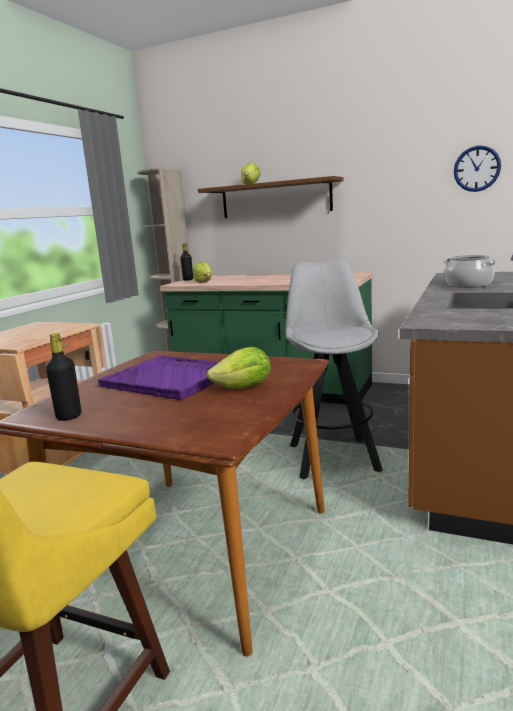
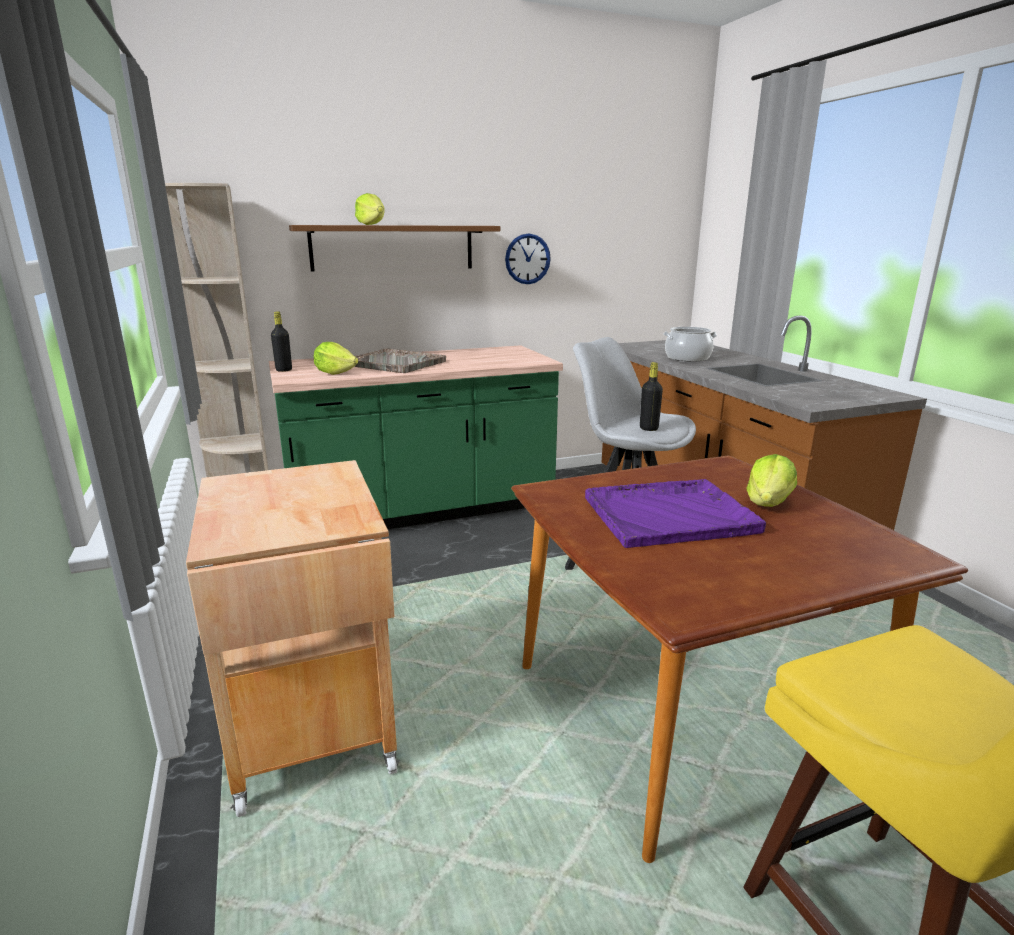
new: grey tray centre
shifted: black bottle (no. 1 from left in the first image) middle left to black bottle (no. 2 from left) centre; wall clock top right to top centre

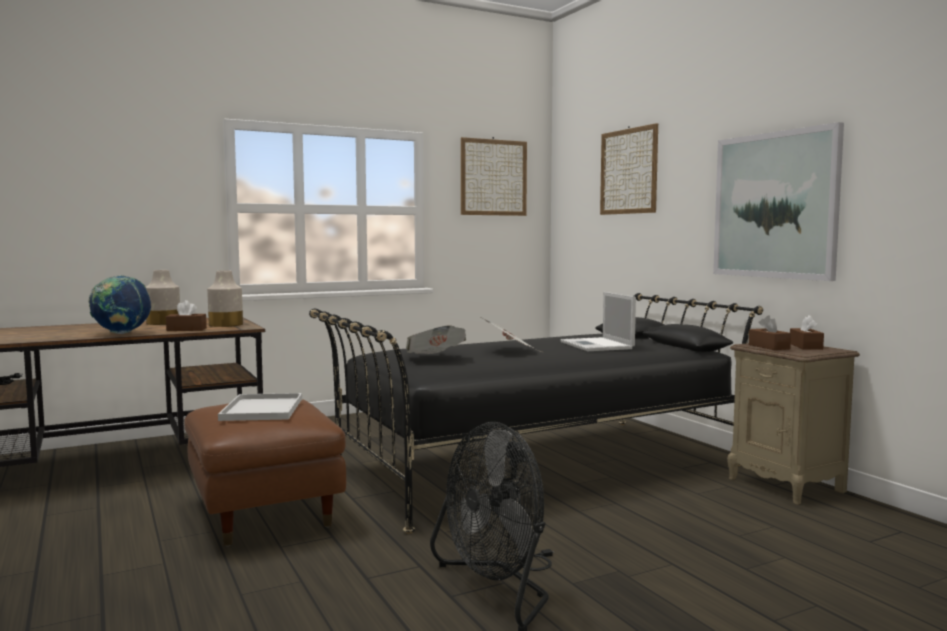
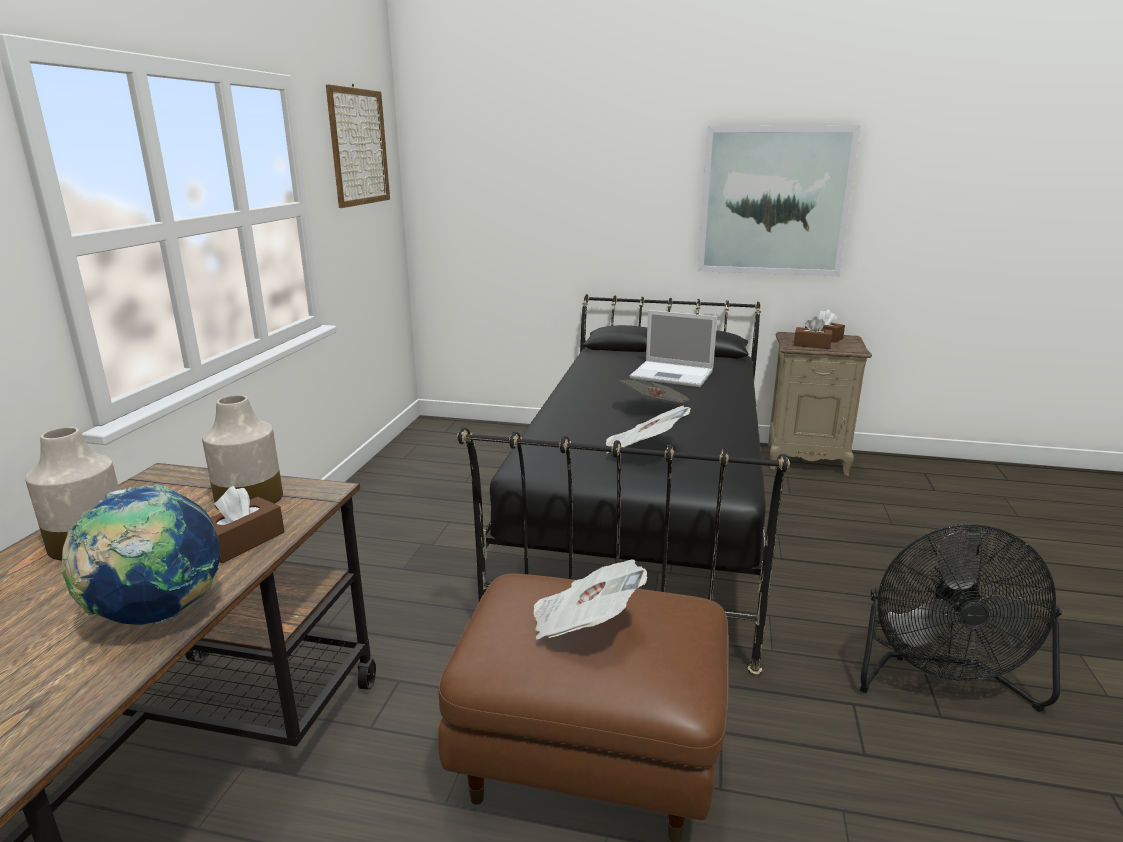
gone: picture (no. 2 from left) top centre
swapped: white tray middle left to newspaper (no. 1 from left) bottom centre

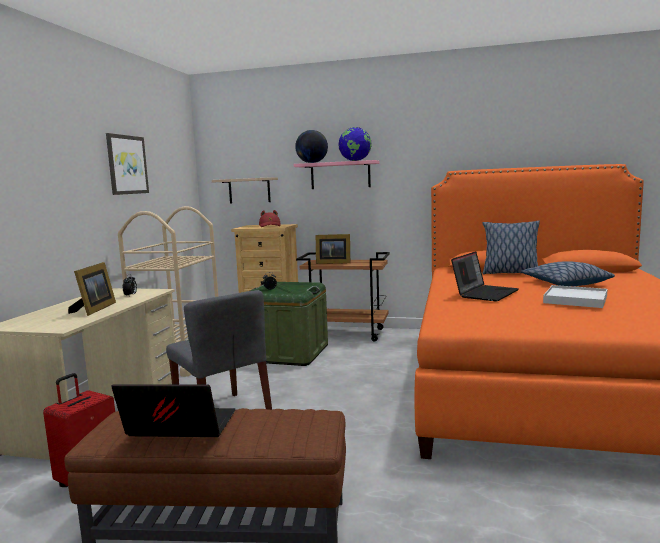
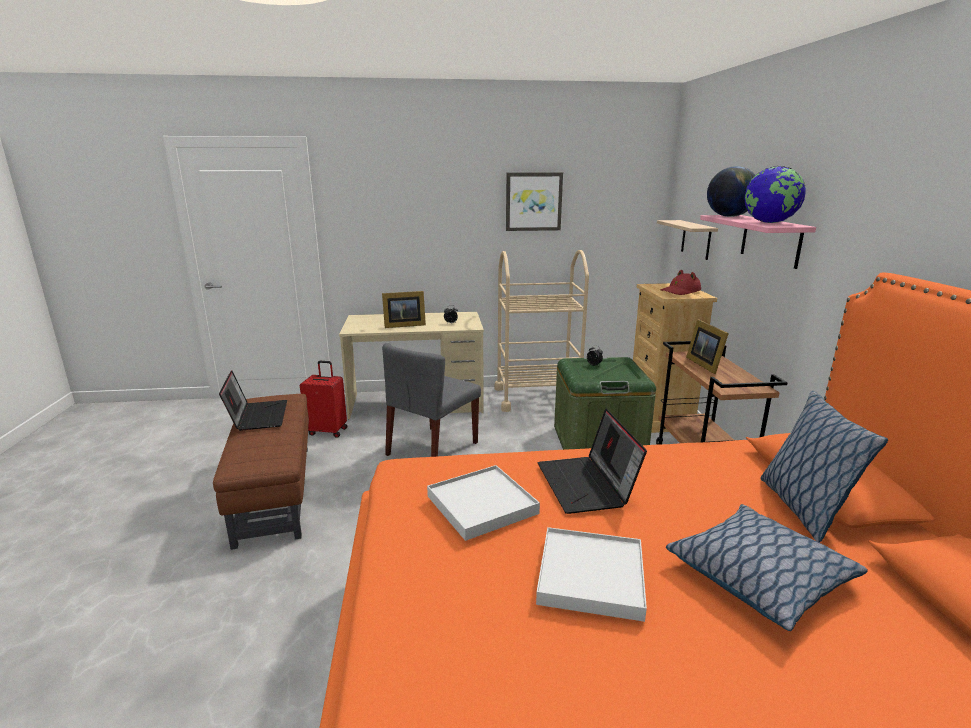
new: white tray (no. 1 from left) bottom centre
rotated: laptop (no. 2 from left) middle right = centre 60 degrees clockwise

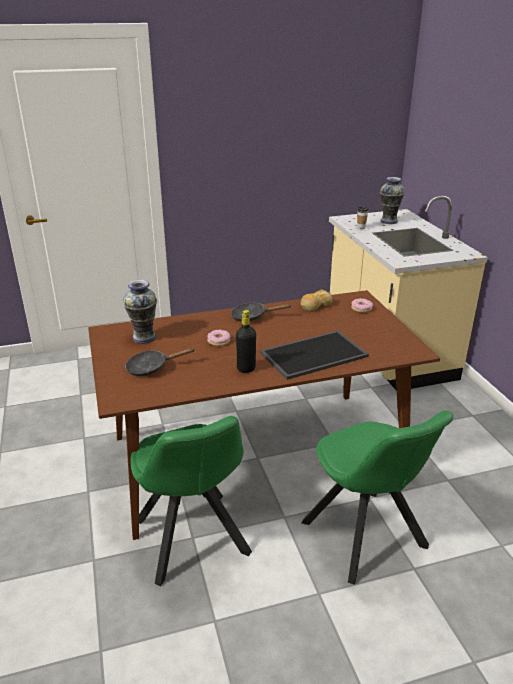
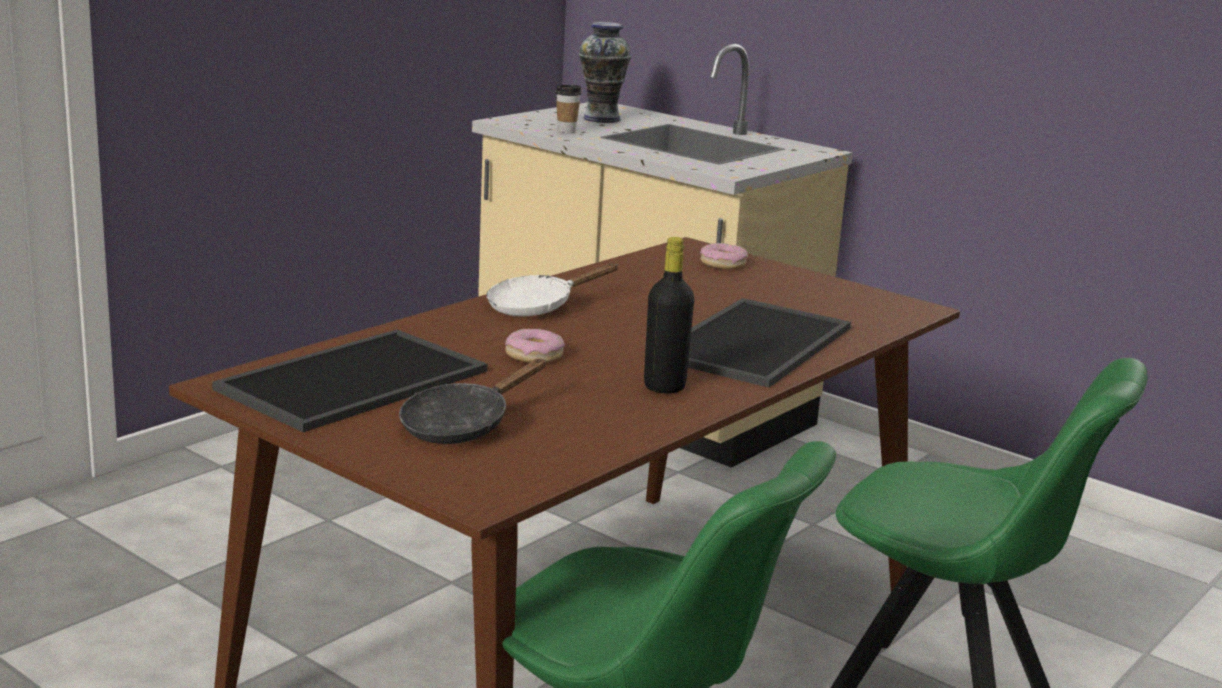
gone: bread centre
swapped: vase (no. 1 from left) middle left to tray (no. 1 from left) middle left
repainted: black frying pan (no. 2 from left) centre to white frying pan centre

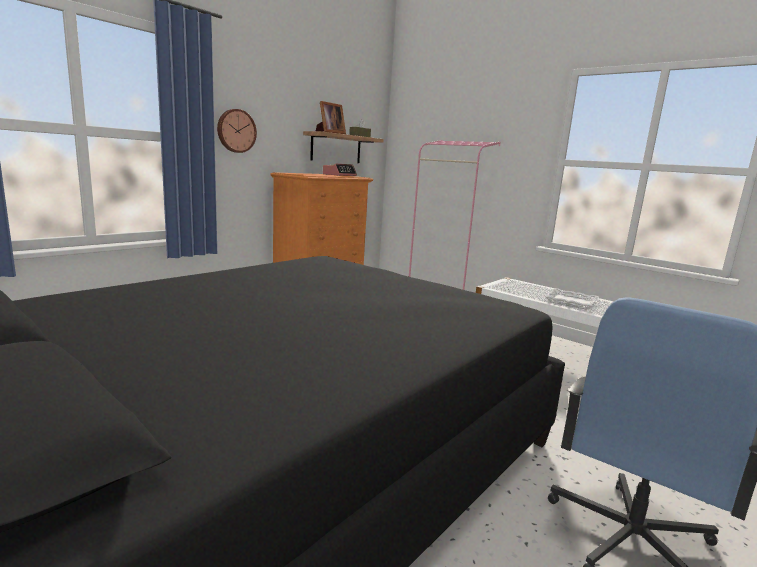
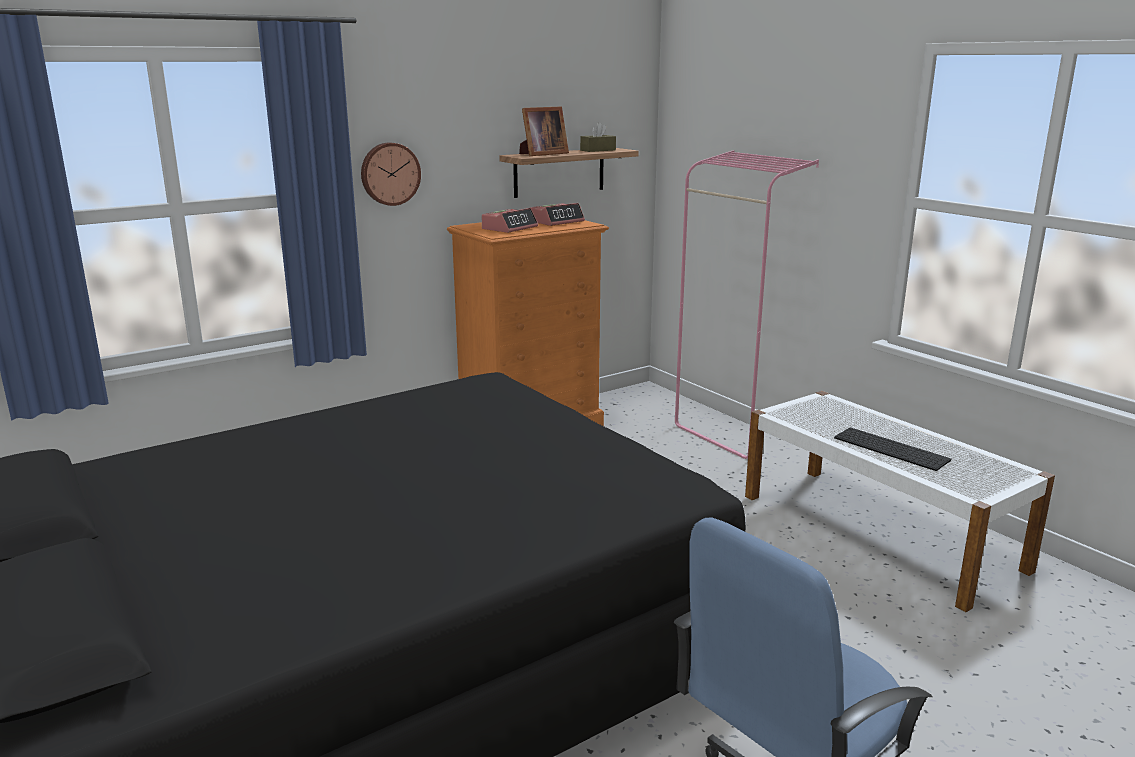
new: alarm clock (no. 1 from left) top centre
swapped: white tray middle right to keyboard middle right

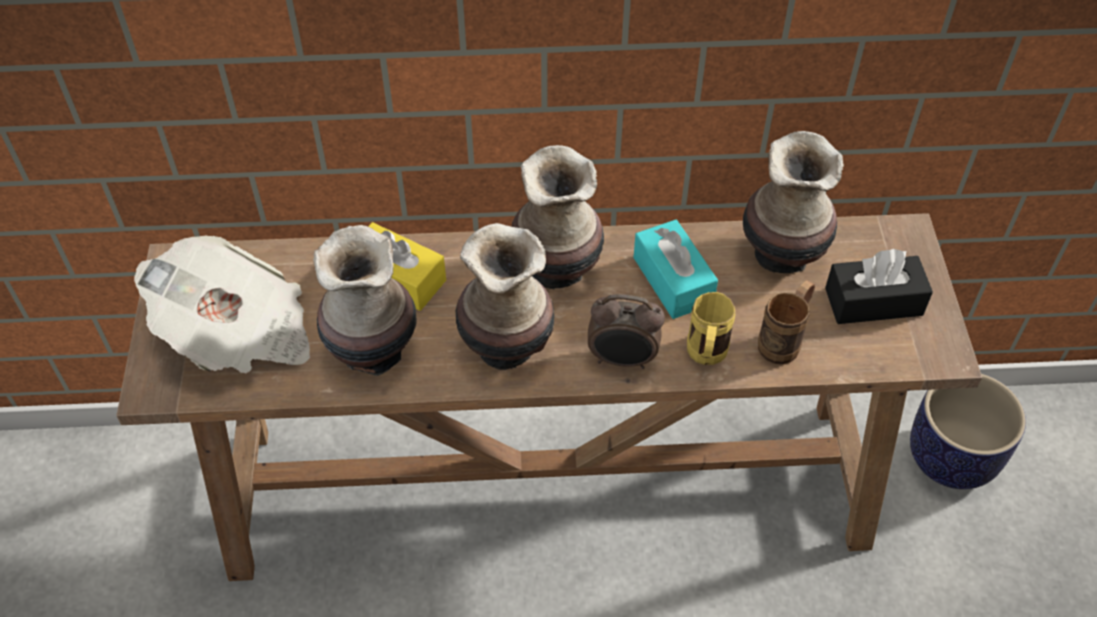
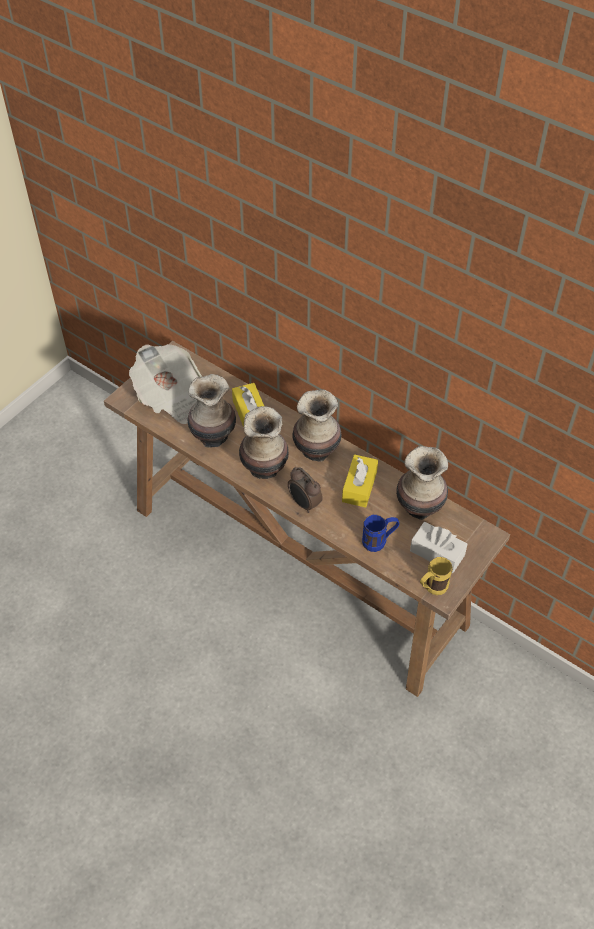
gone: planter bottom right
shifted: yellow mug centre to middle right
repainted: turquoise tissue box centre to yellow tissue box (no. 2 from left) centre; brown mug middle right to blue mug centre; black tissue box middle right to white tissue box middle right

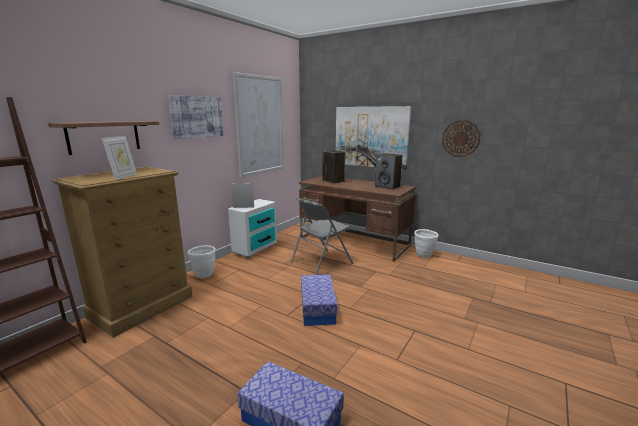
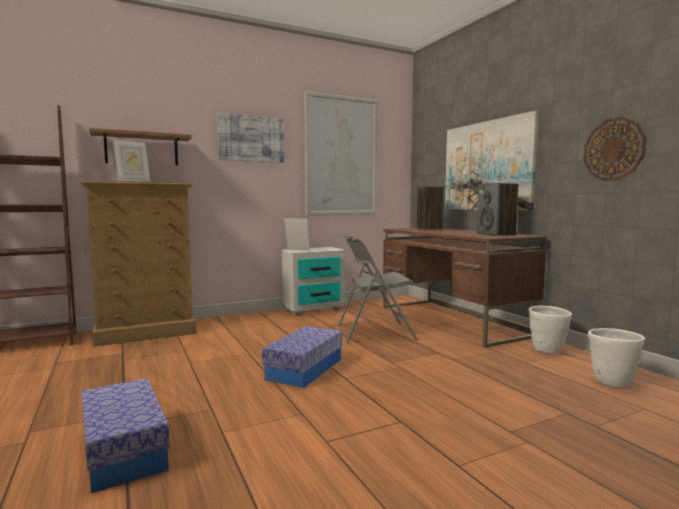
shifted: white planter (no. 1 from left in the first image) middle left to white planter (no. 2 from left) bottom right

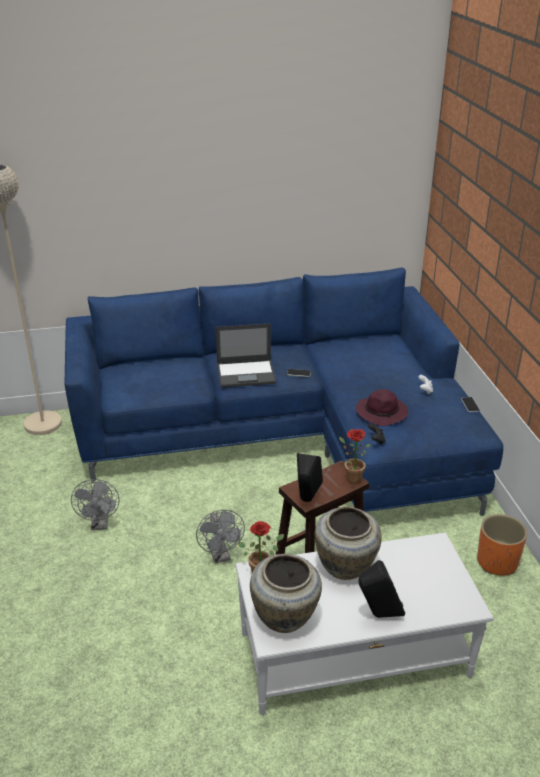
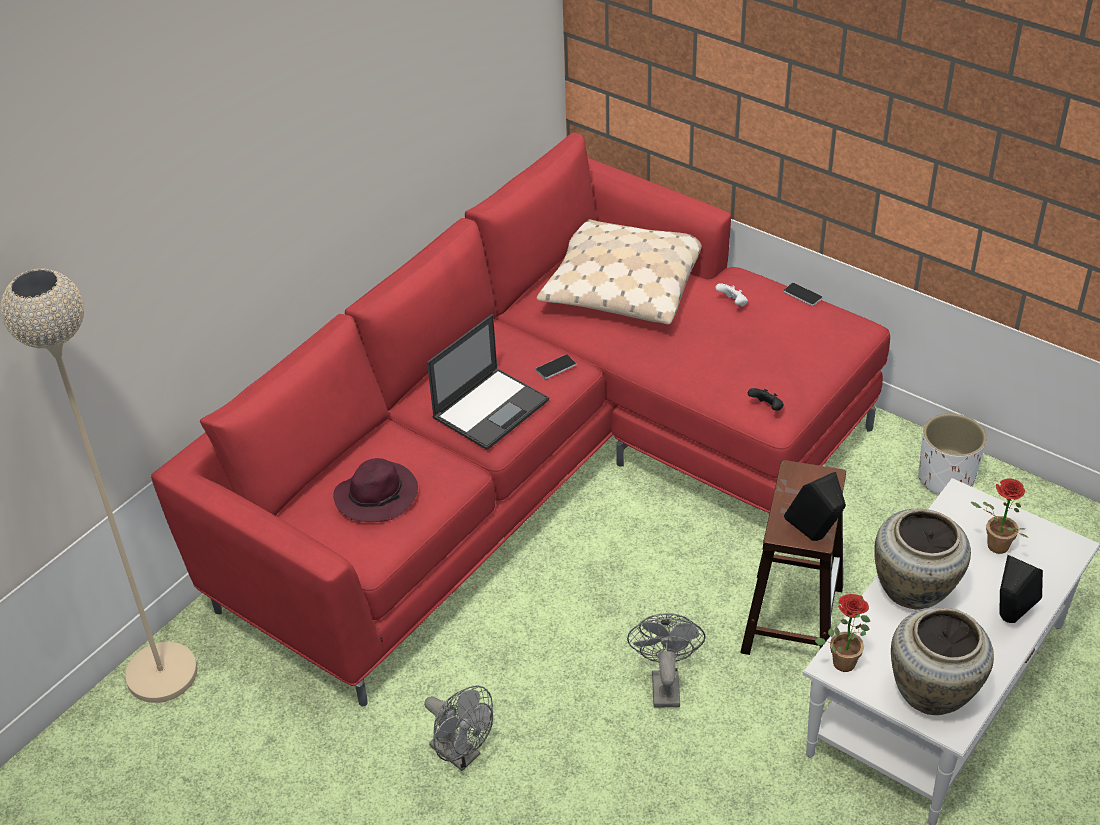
new: beige pillow top centre
shifted: potted plant (no. 2 from left) centre to middle right; purple hat middle right to centre
repainted: blue sofa centre to red sofa centre; orange planter bottom right to white planter middle right
rotated: grey fan (no. 2 from left) bottom centre = bottom centre 120 degrees counterclockwise

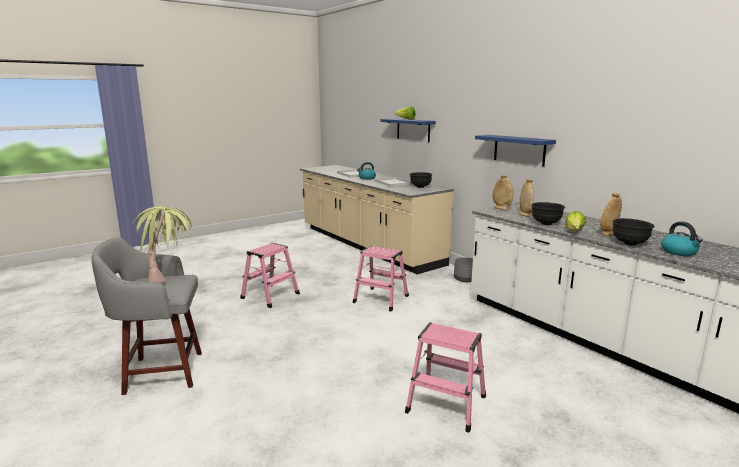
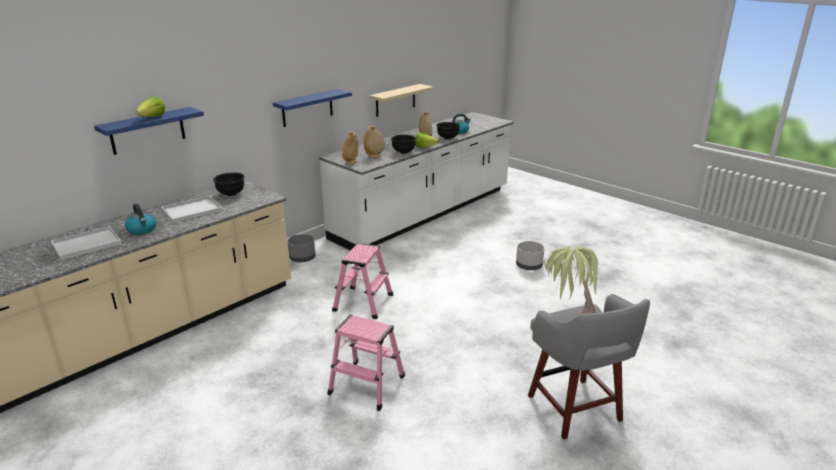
new: beige shelf top centre
swapped: pink step ladder (no. 3 from left) bottom centre to grey planter (no. 2 from left) centre

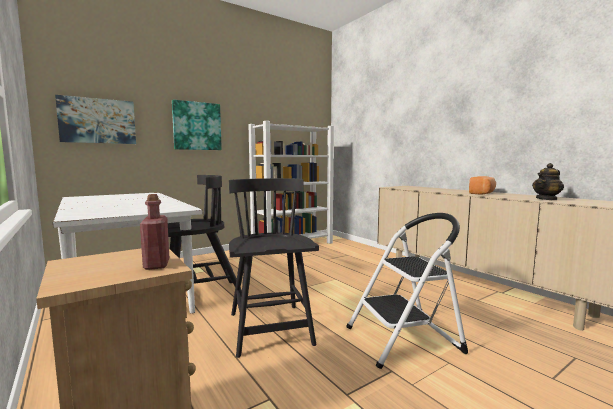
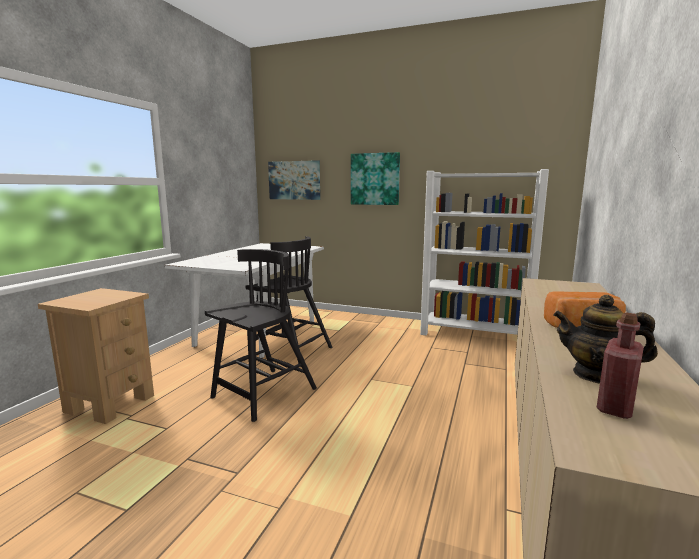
gone: step ladder bottom centre
shifted: red bottle middle left to middle right

